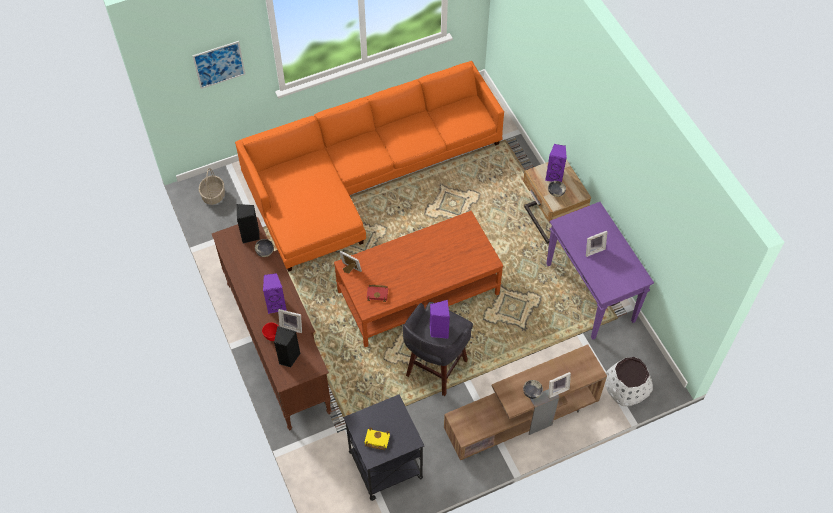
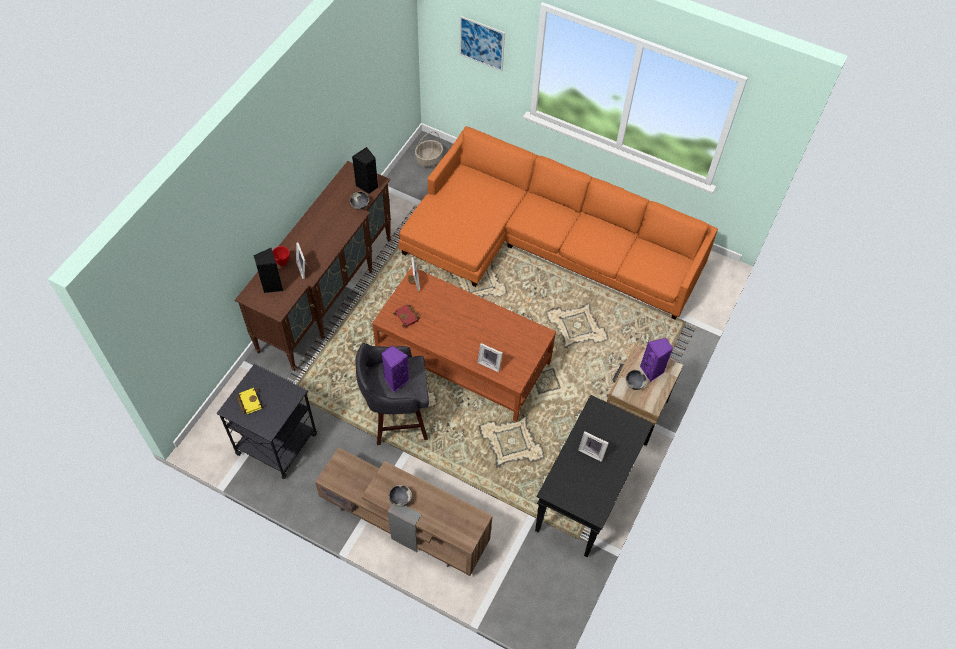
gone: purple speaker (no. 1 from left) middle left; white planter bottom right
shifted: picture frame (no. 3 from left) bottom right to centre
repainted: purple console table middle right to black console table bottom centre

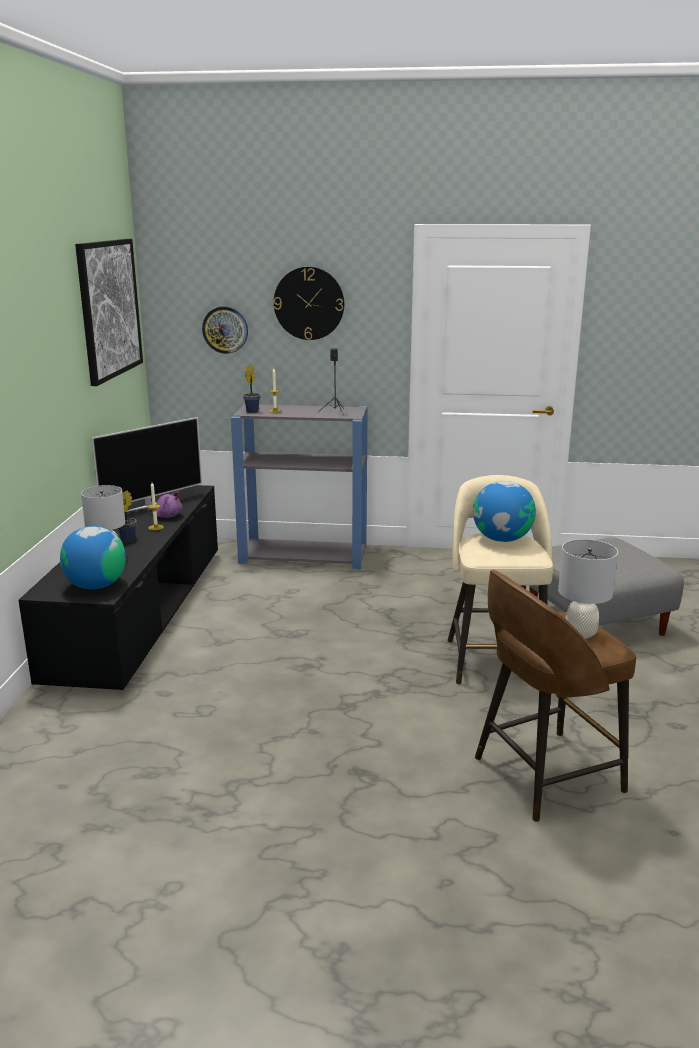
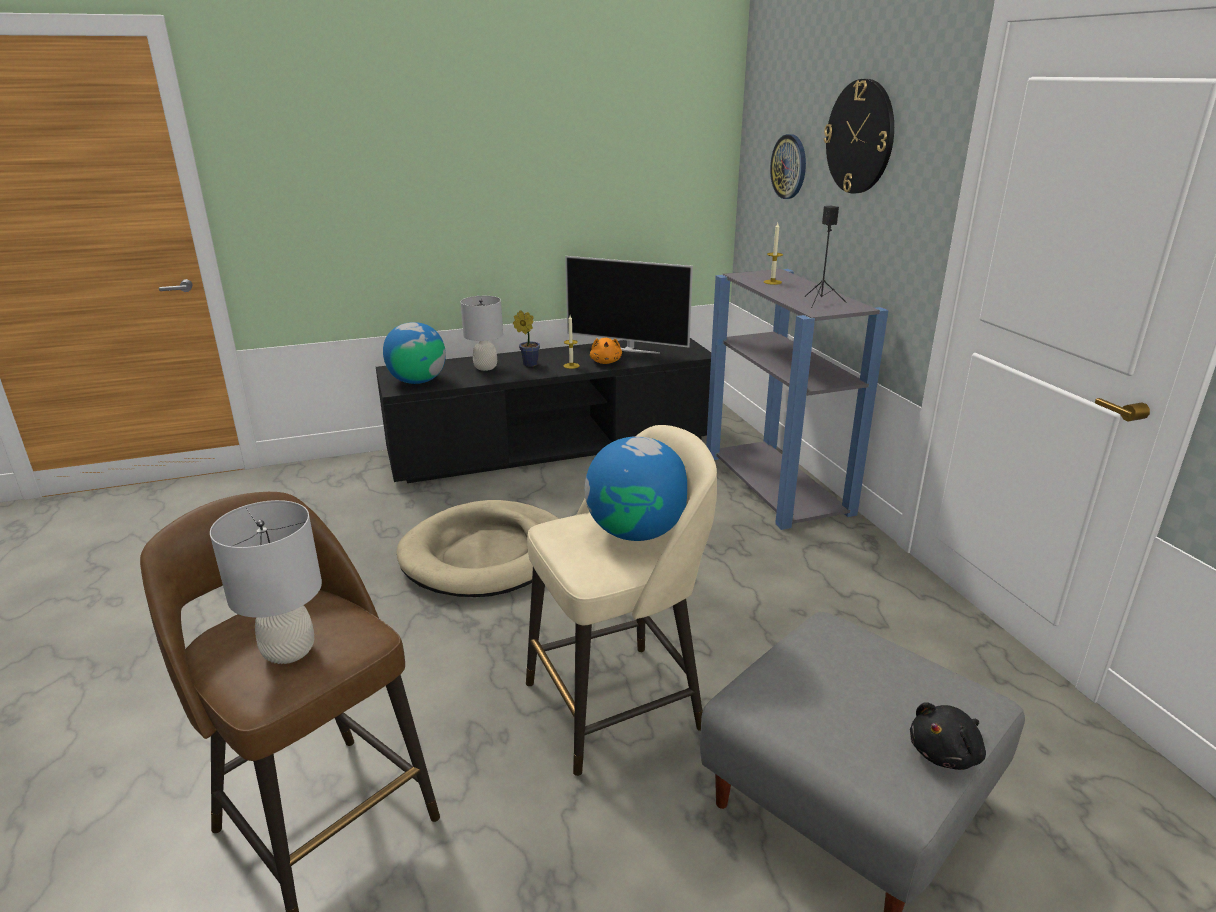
gone: picture top left; potted plant (no. 2 from left) centre
new: beige dog bed centre; black plush toy bottom right
repainted: purple plush toy middle left to orange plush toy centre

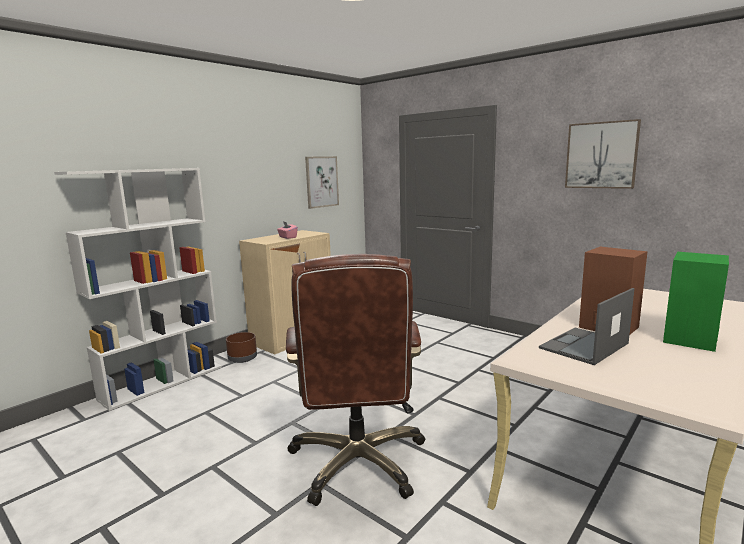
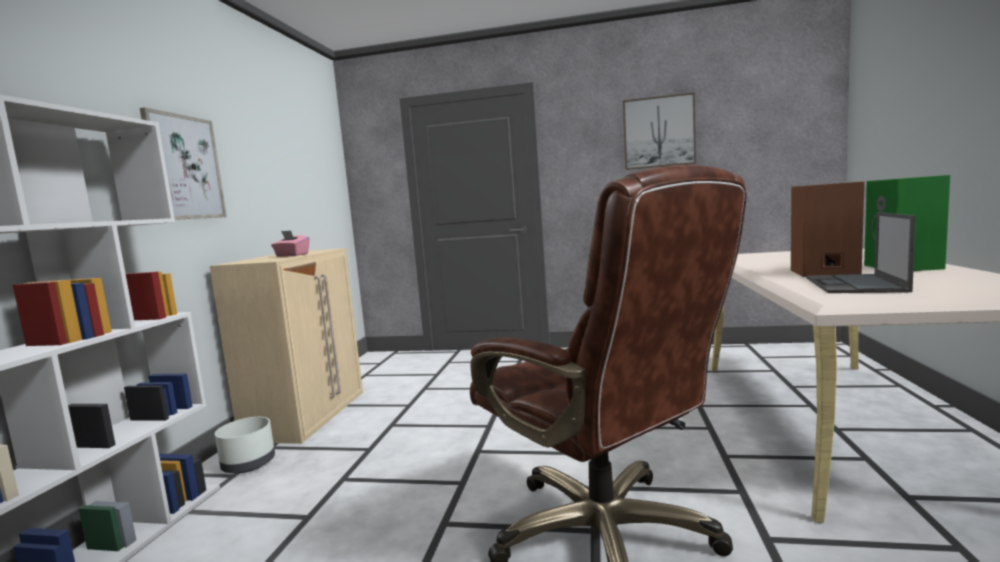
shifted: picture (no. 1 from left) centre to top left
repainted: brown planter middle left to white planter bottom left

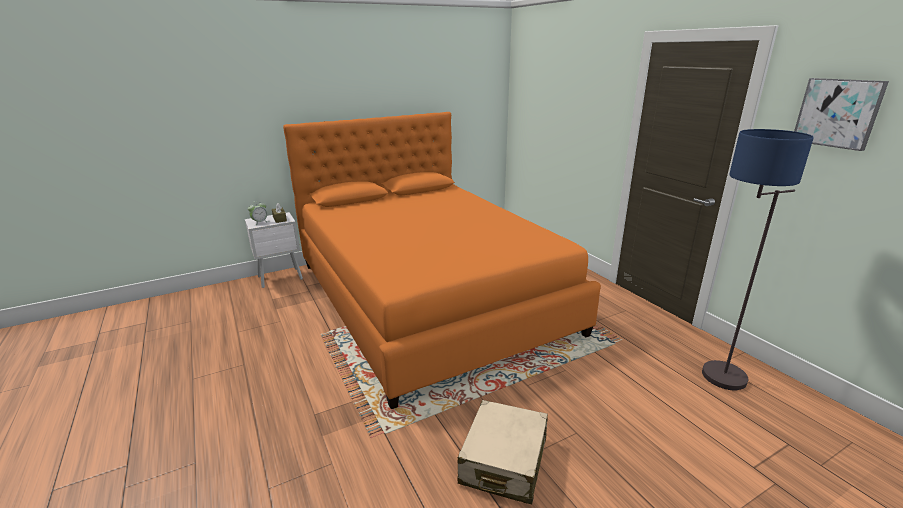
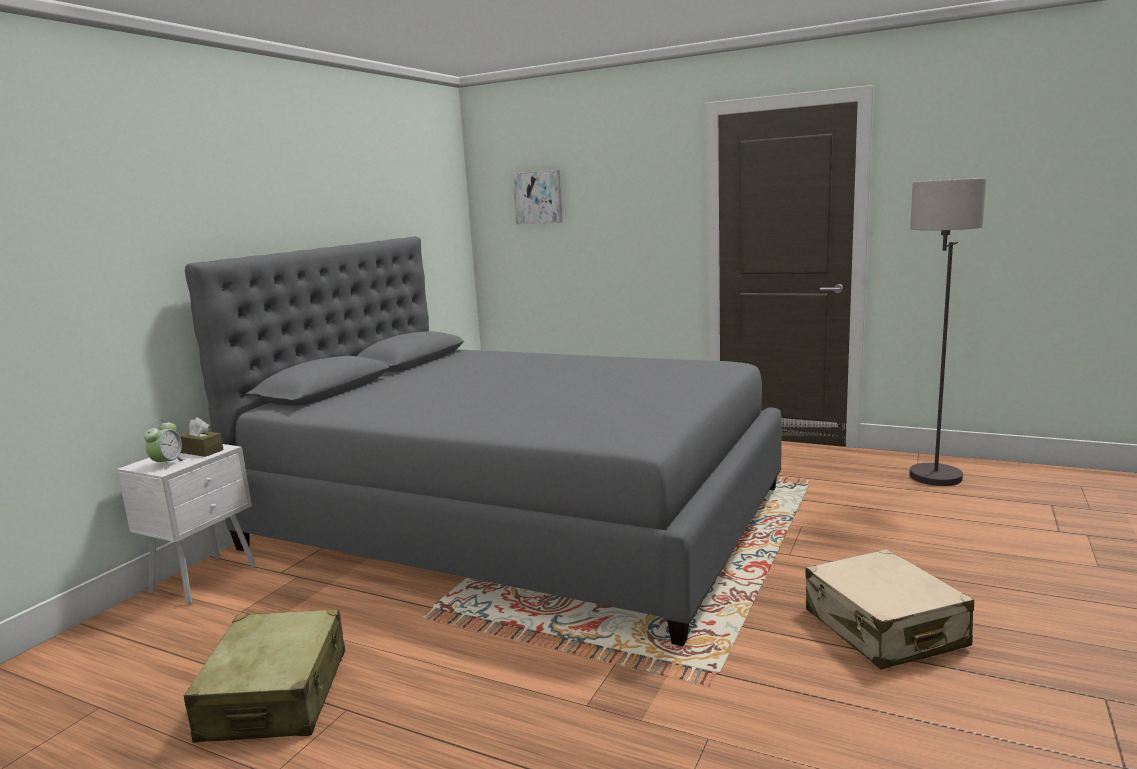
new: beige suitcase (no. 1 from left) bottom left
shifted: picture top right to top centre
repainted: orange bed centre to grey bed centre; blue floor lamp middle right to grey floor lamp middle right

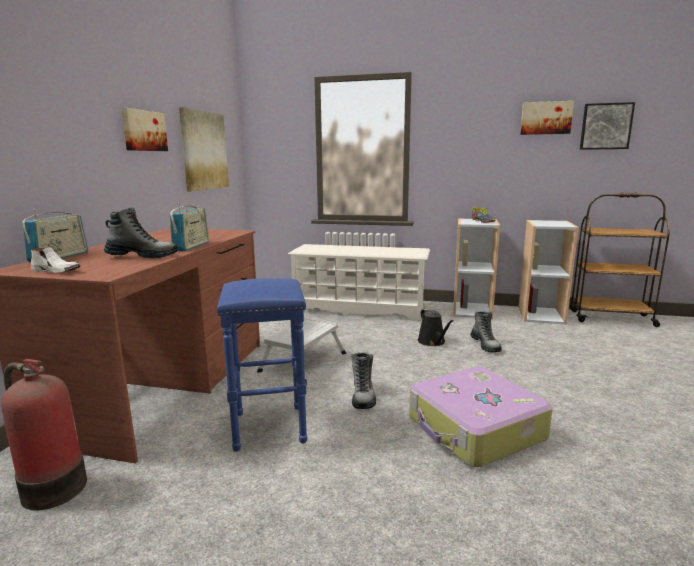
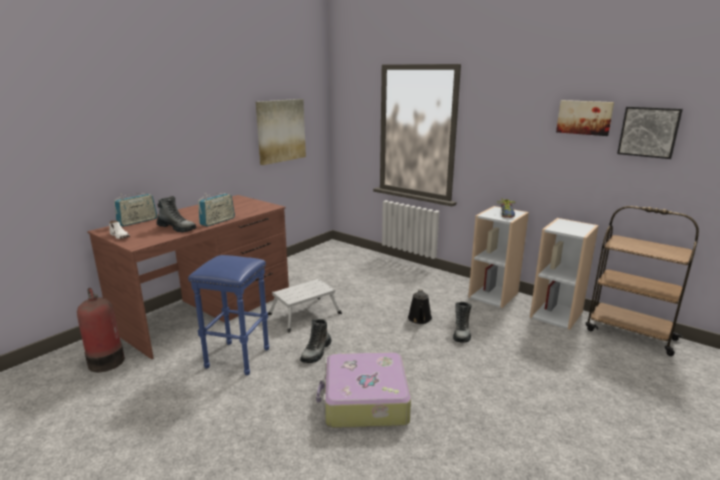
gone: picture (no. 1 from left) top left; white shoe rack centre

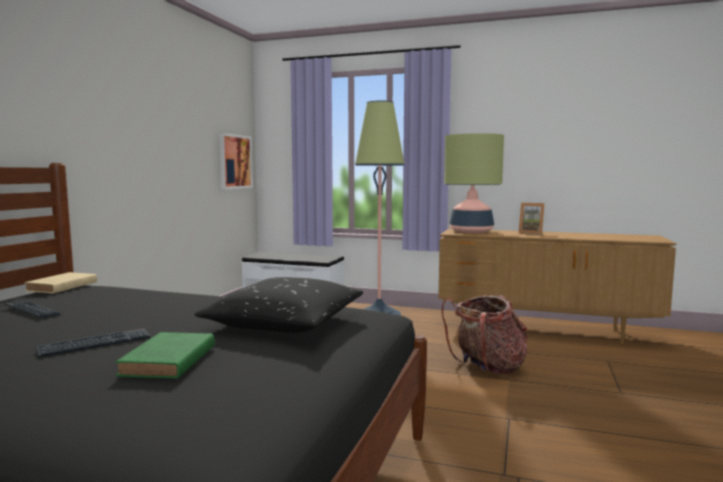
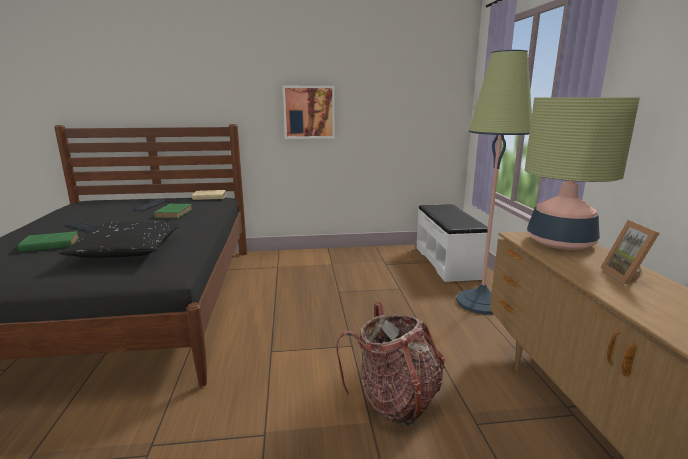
new: green book (no. 2 from left) middle left
shifted: picture middle left to top centre

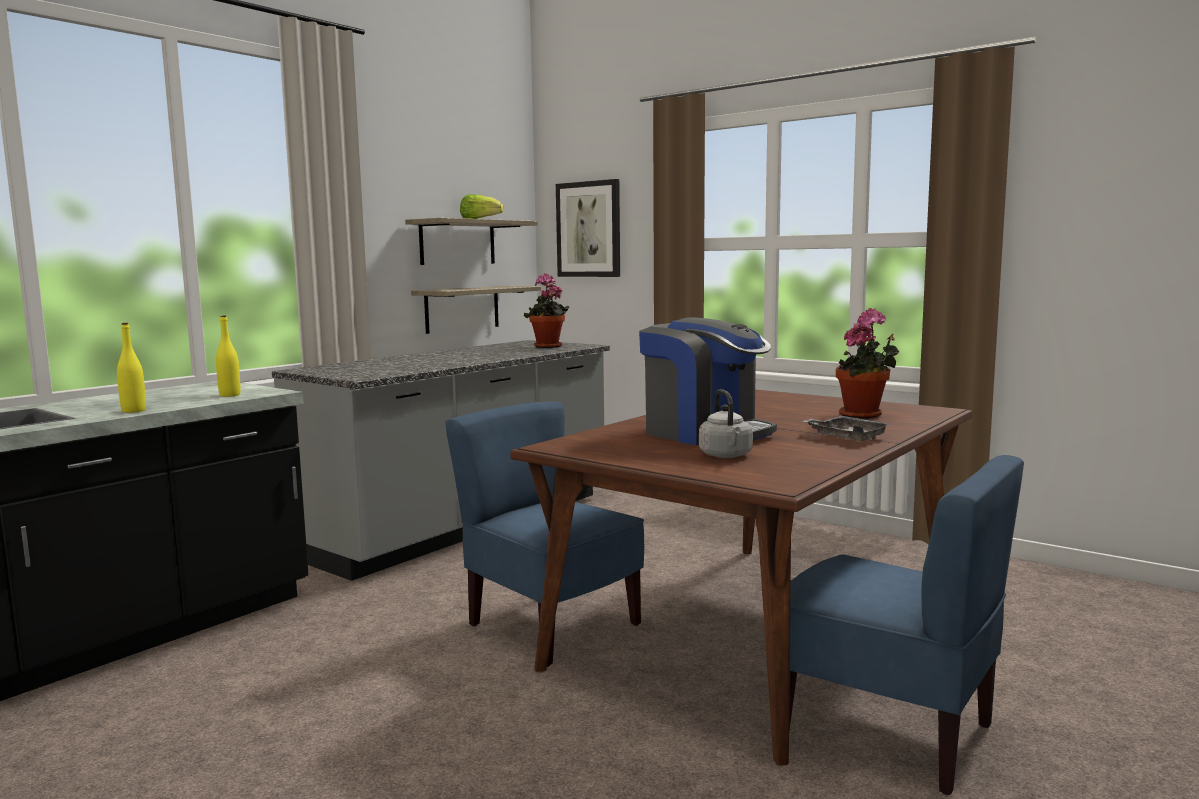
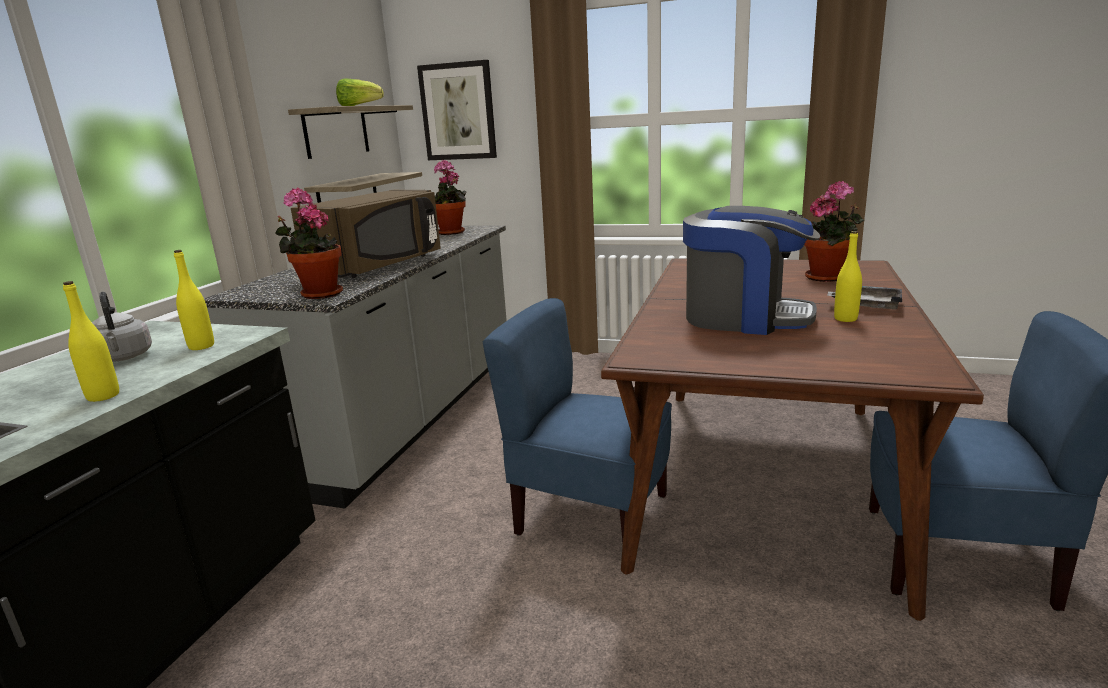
new: potted plant (no. 1 from left) middle left; brown microwave middle left; yellow bottle (no. 3 from left) middle right
shifted: grey kettle centre to middle left

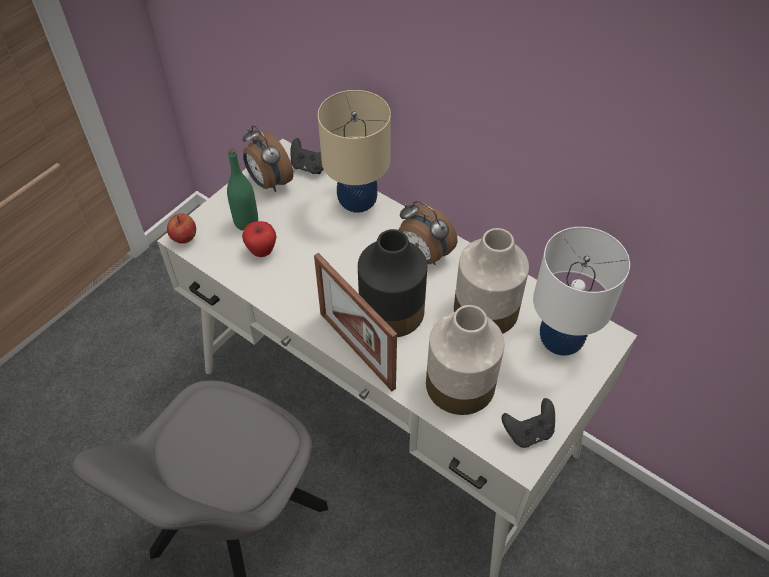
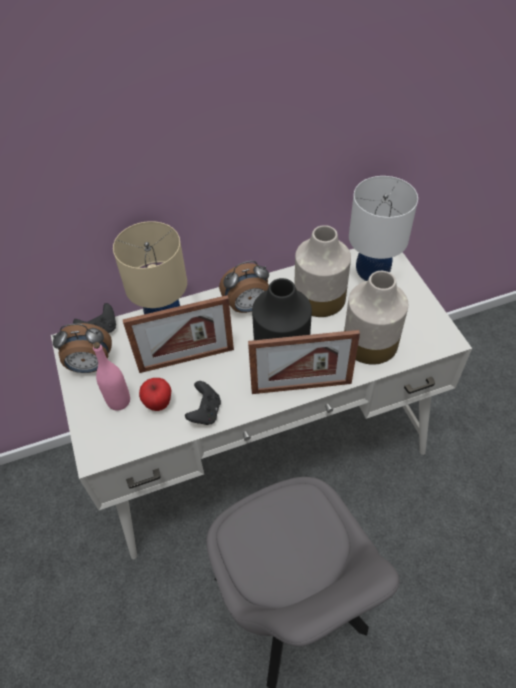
gone: apple (no. 1 from left) middle left
new: picture frame (no. 1 from left) centre
shifted: black game controller (no. 2 from left) bottom right to centre
repainted: green bottle top left to pink bottle middle left

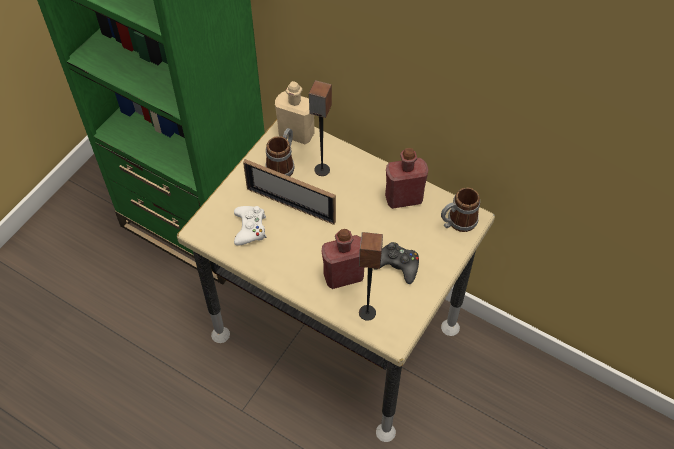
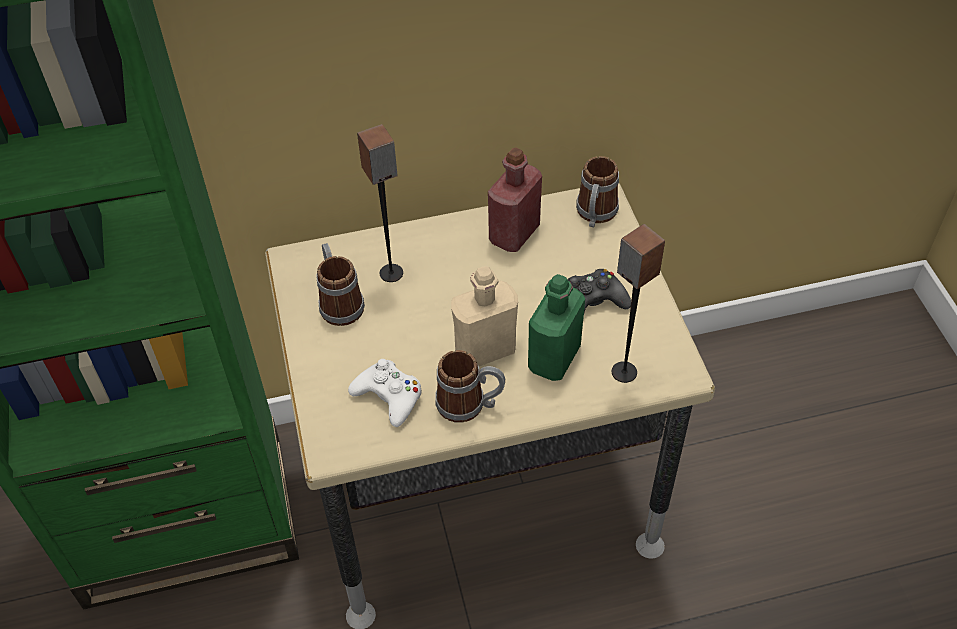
gone: picture frame centre
new: mug (no. 2 from left) centre
shifted: beige bottle top centre to centre
repainted: red bottle (no. 1 from left) centre to green bottle centre

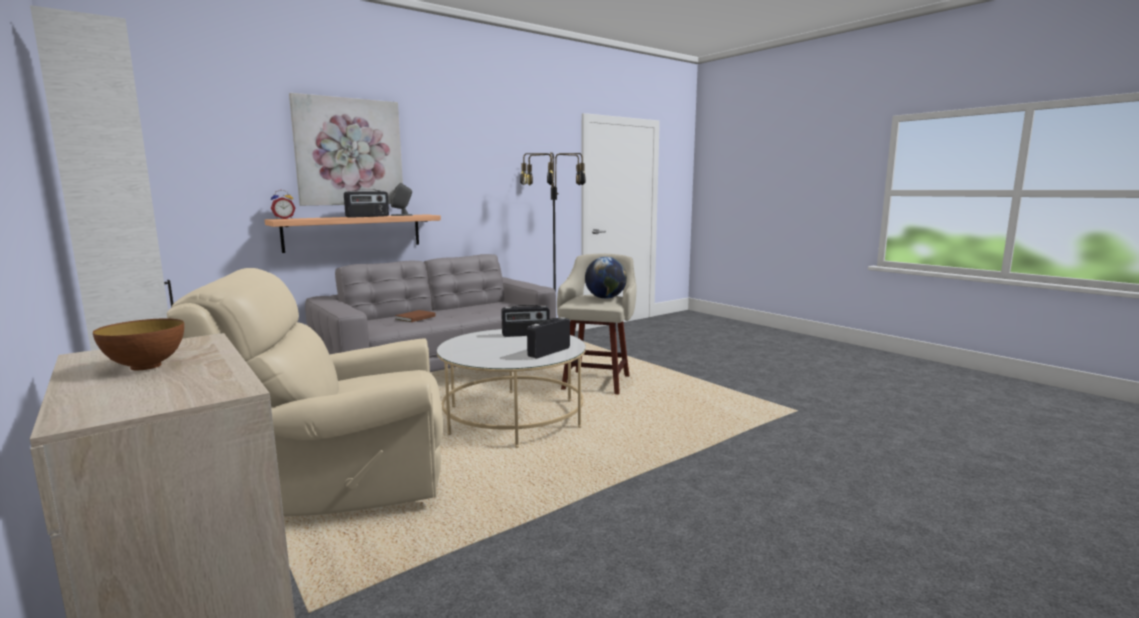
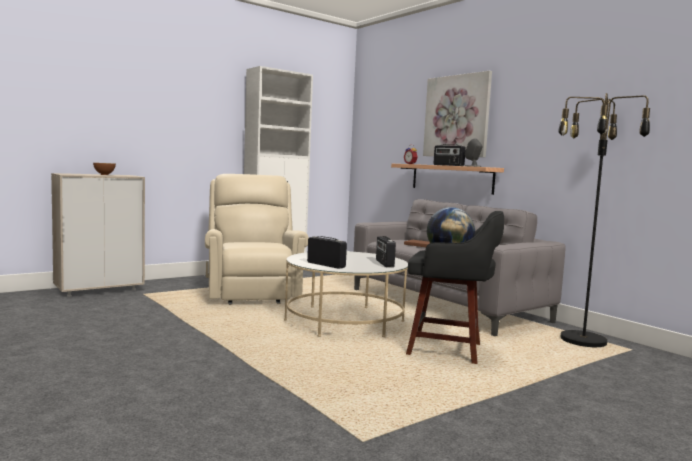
repainted: beige stool centre to black stool centre

